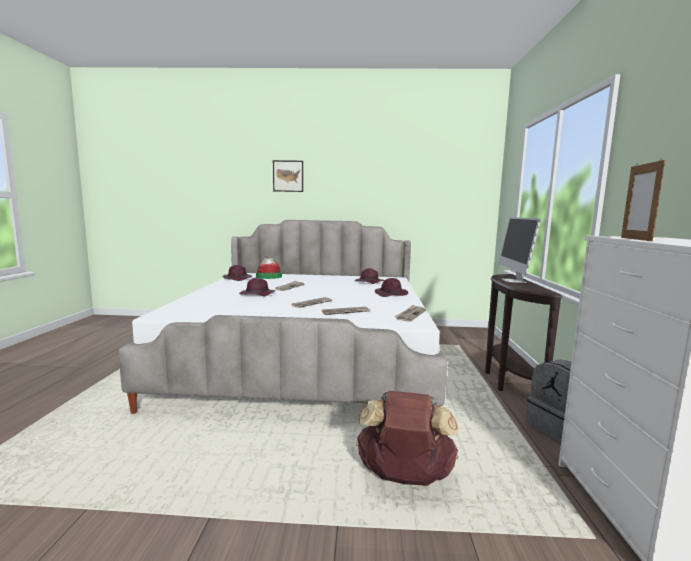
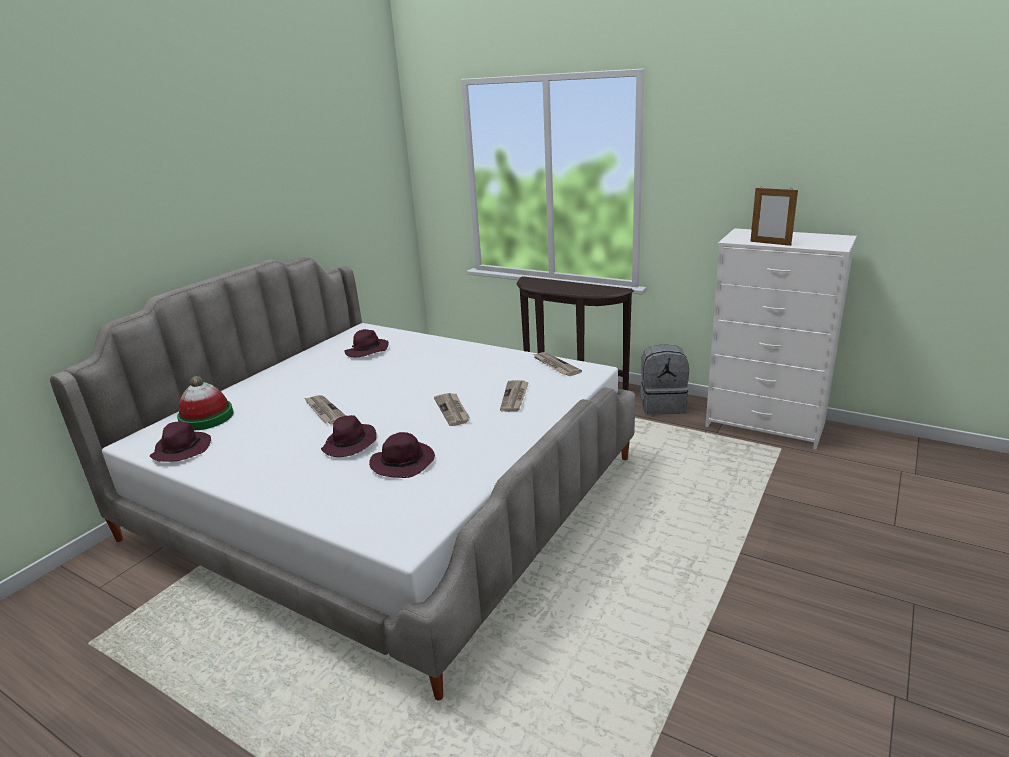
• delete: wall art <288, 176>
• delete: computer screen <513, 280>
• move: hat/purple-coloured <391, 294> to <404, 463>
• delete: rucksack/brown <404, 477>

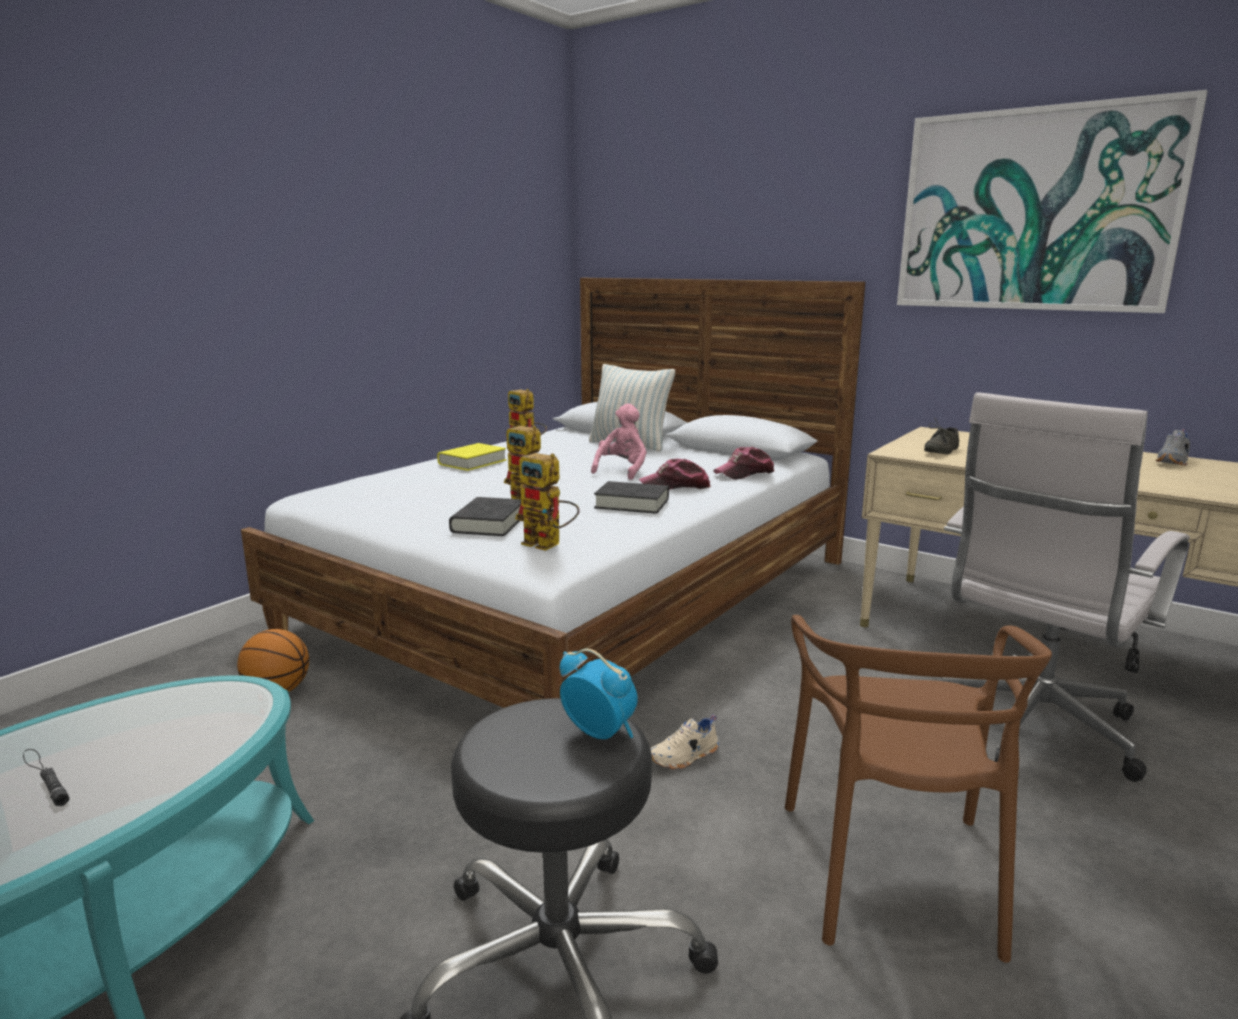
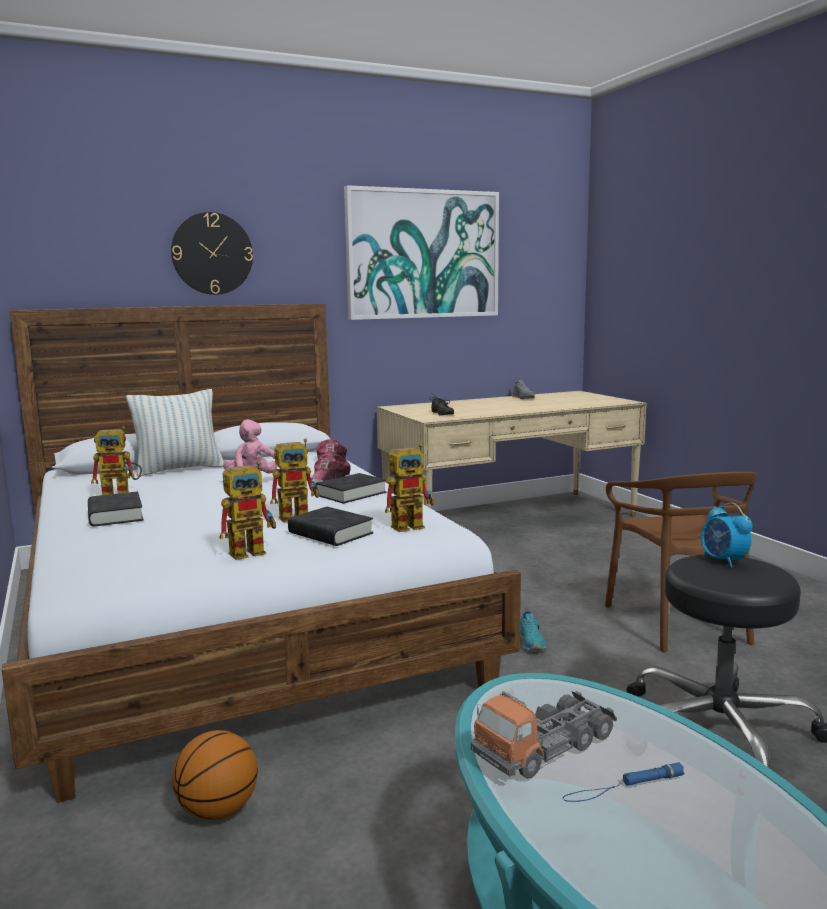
• delete: computer chair/white <1031, 731>
• recolor: volume/yellowish <472, 462> to volume/black <115, 515>
• rotate: chair/brown <892, 872> = <678, 622> 45 degrees clockwise
• rotate: bedside clock <599, 732> = <723, 561> 90 degrees counterclockwise
• recolor: item of footwear/beige-coloured <684, 757> to item of footwear/blue-green <532, 642>
• recolor: hand torch/black <44, 777> to hand torch/blue-coloured <623, 787>
• insert: wall clock <212, 253>
• insert: toy robot <254, 551>
• insert: model truck <545, 747>

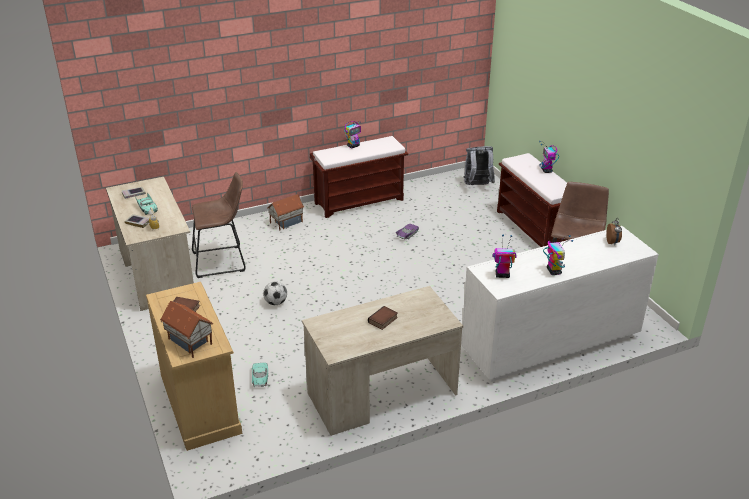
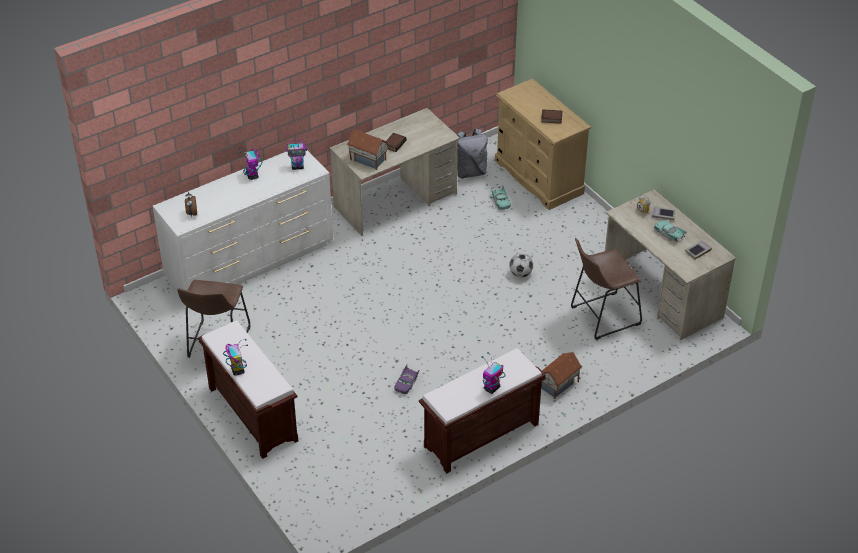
• move: rucksack/greyish <477, 185> to <470, 172>
• move: toy house <189, 342> to <368, 159>

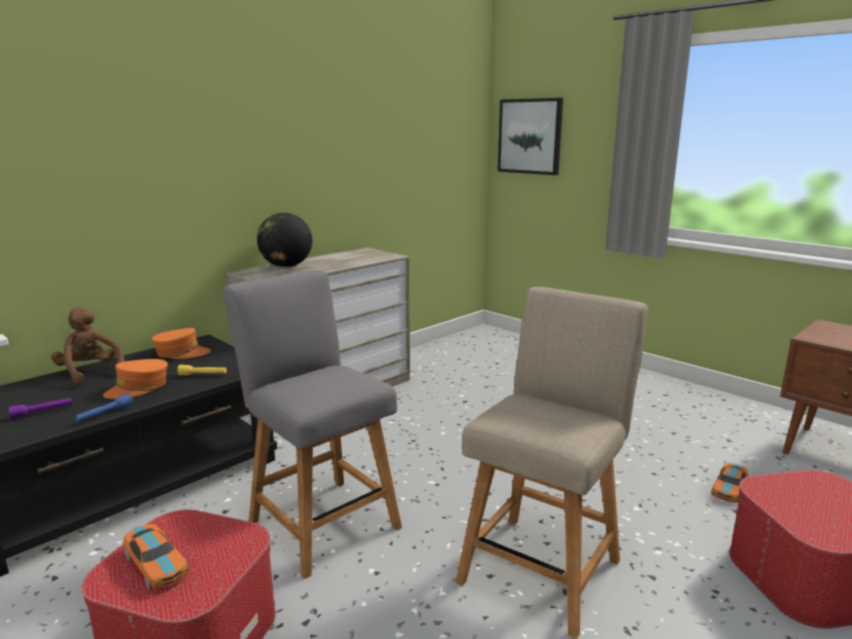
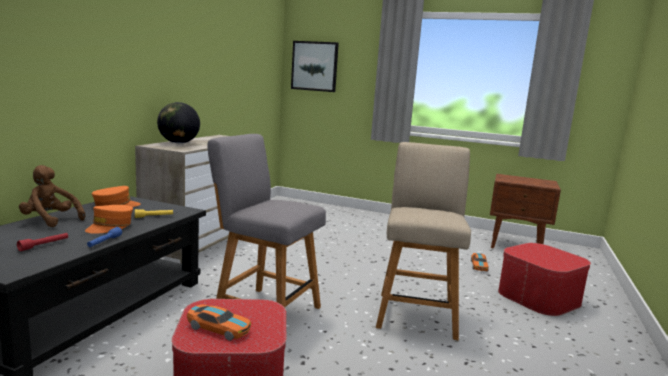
• recolor: hand torch/purple-coloured <42, 412> to hand torch/red <44, 245>

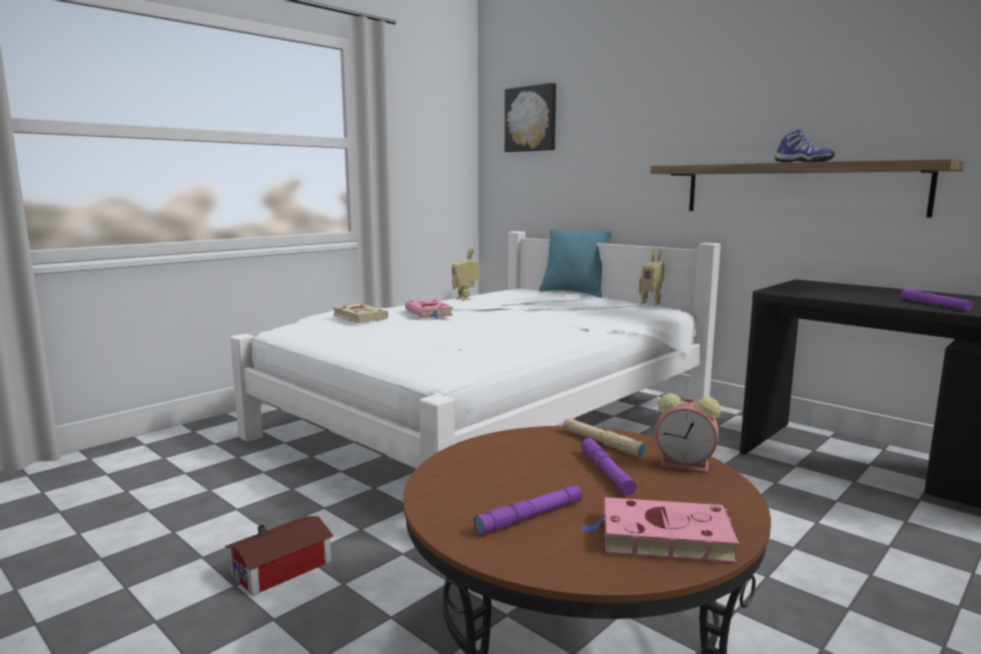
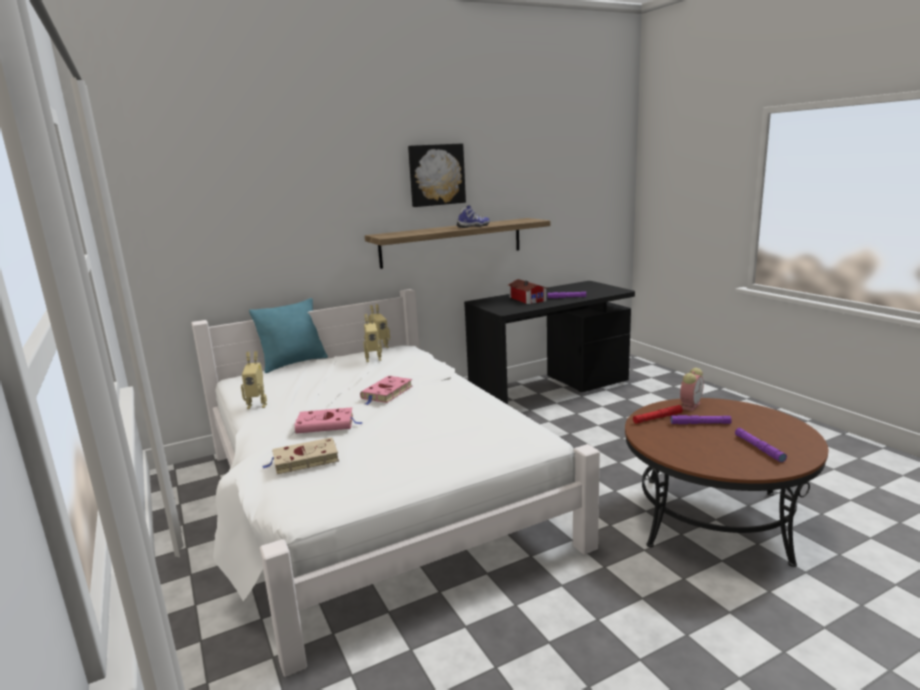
• move: wall art <531, 119> to <436, 175>
• recolor: hand torch/beige-coloured <602, 443> to hand torch/red <657, 418>
• move: volume/pink <661, 537> to <386, 393>
• move: toy house <285, 567> to <528, 299>
• insert: toy robot <373, 359>

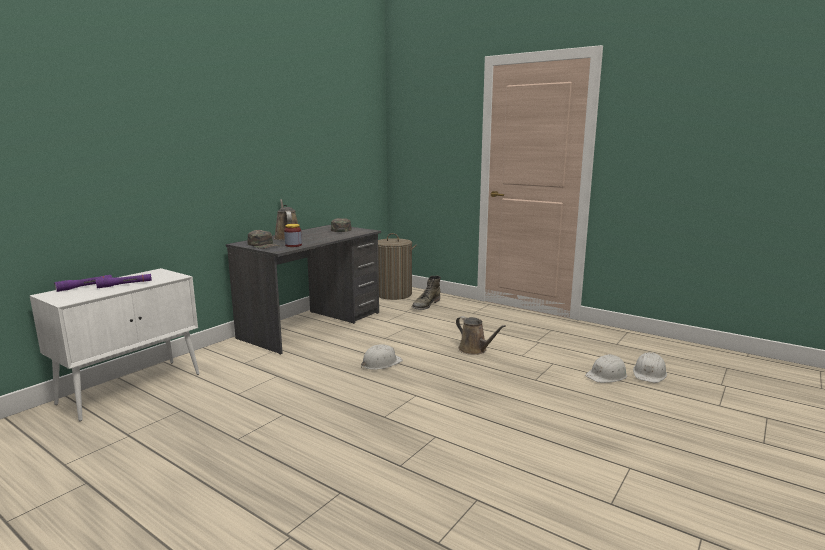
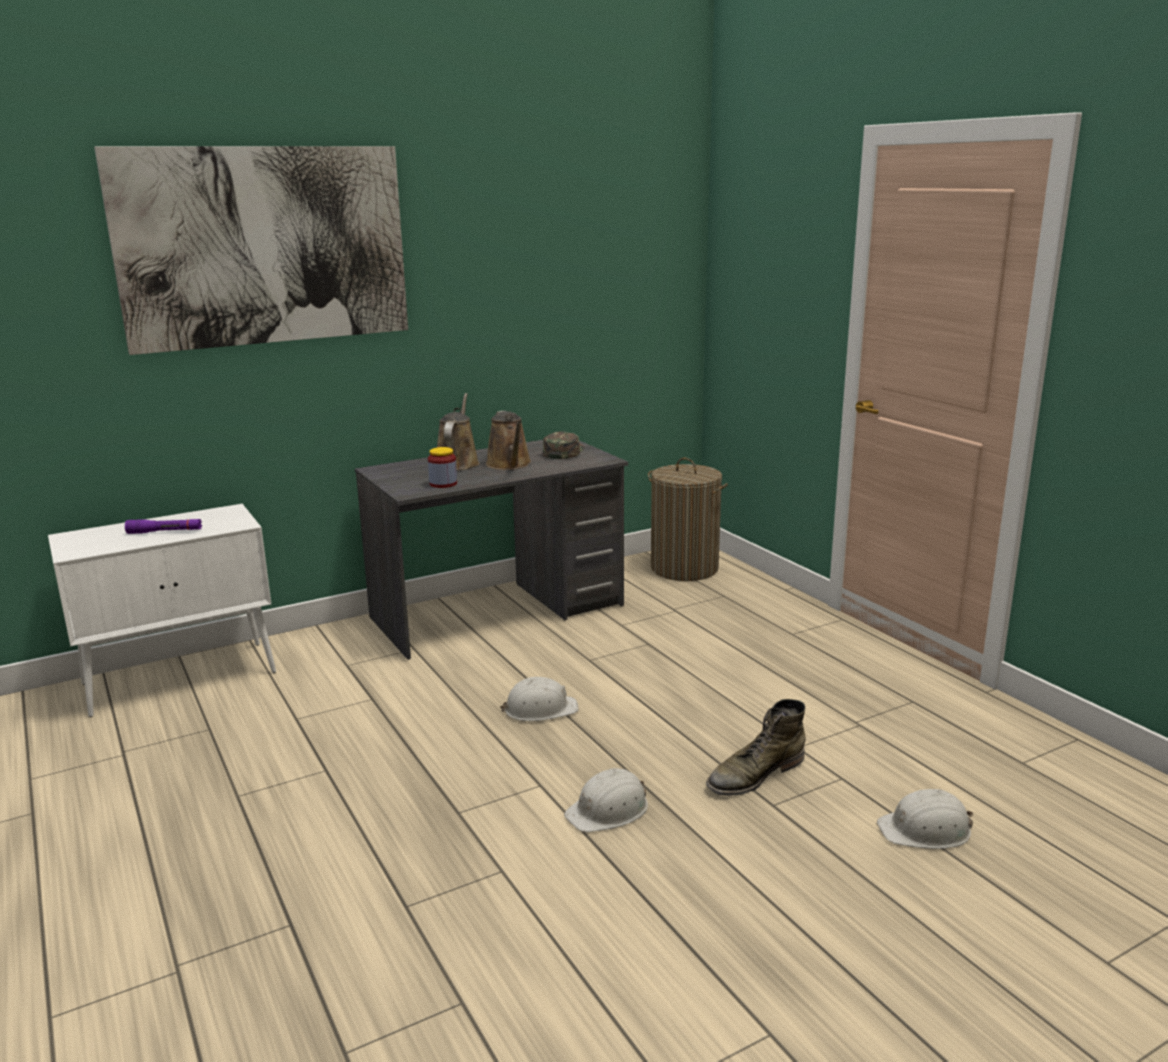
• delete: peaked cap/green-coloured <263, 245>
• delete: hand torch/purple-coloured <85, 287>
• move: boot/green-coloured <425, 305> to <754, 774>
• move: watering can/brown <474, 350> to <509, 465>
• move: safety helmet/white <649, 373> to <609, 810>
• insert: wall art <264, 246>

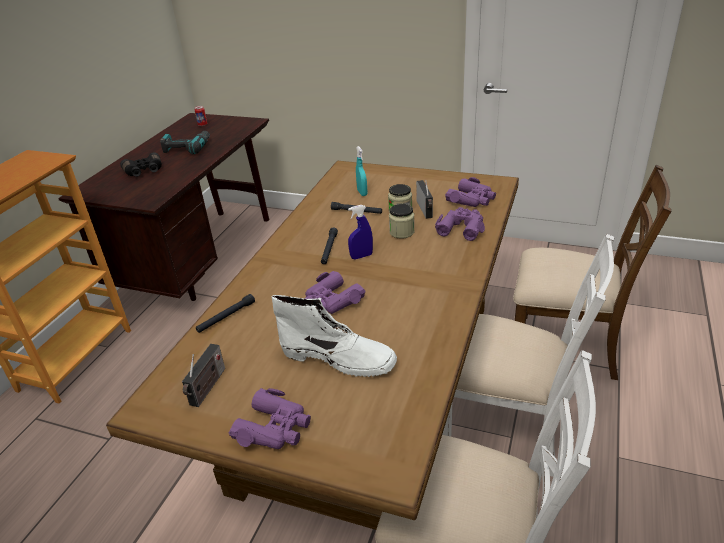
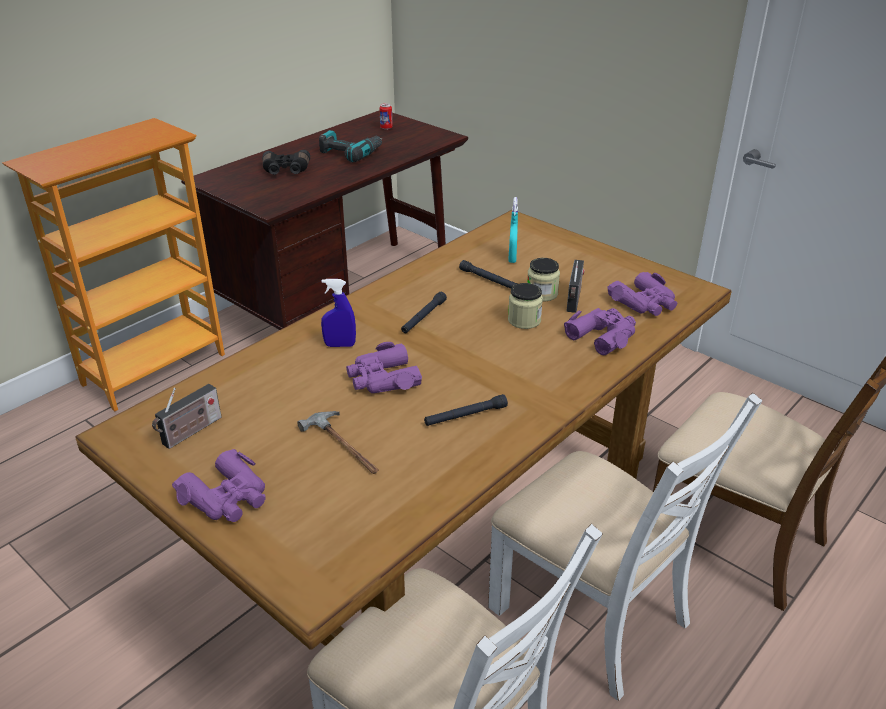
• move: hand sprayer/blue-coloured <361, 256> to <340, 345>
• move: hand torch/black <226, 317> to <465, 416>
• replace: boot/white <339, 358> to hammer <345, 446>

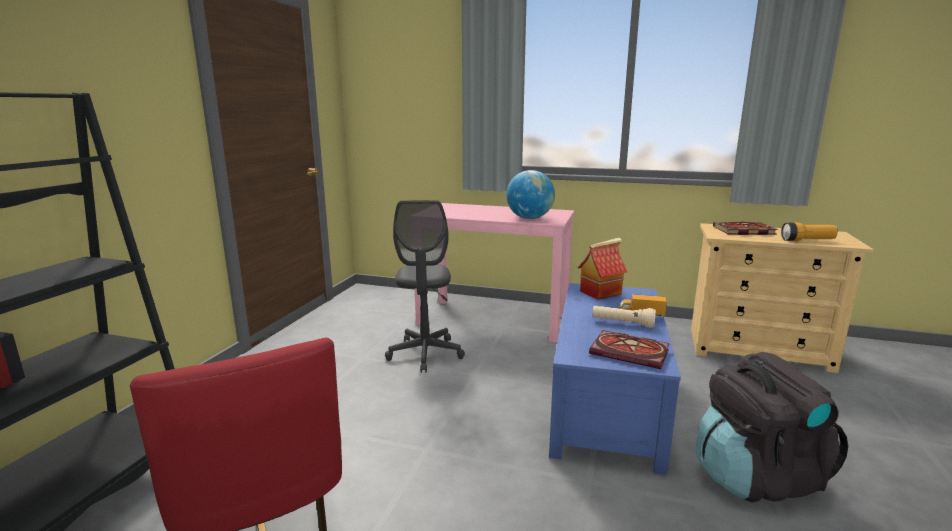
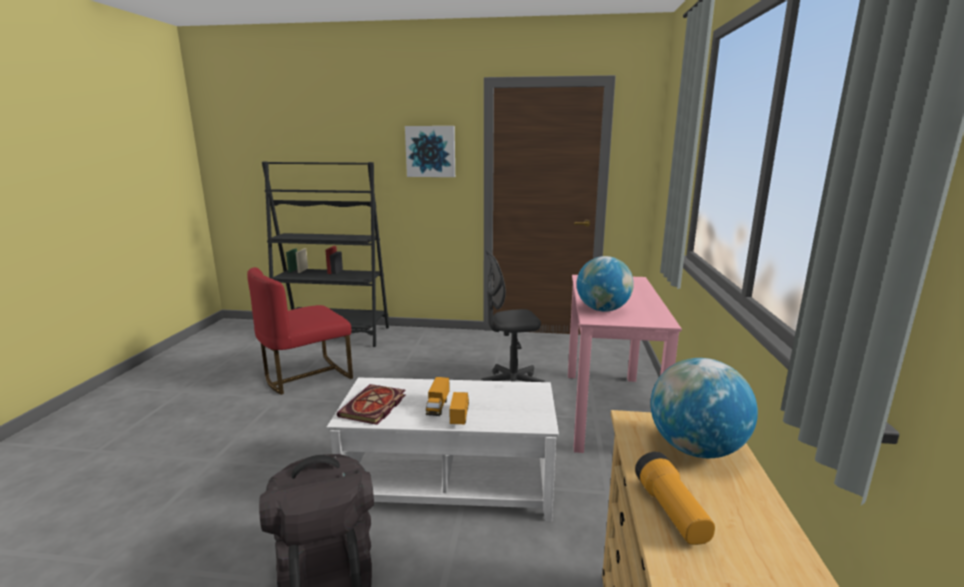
• replace: volume <743, 231> to globe <695, 449>
• delete: toy house <600, 292>
• recolor: lounge table/blue-coloured <608, 404> to lounge table/white <449, 484>
• replace: hand torch/beige-coloured <622, 323> to model truck <438, 406>
• insert: wall art <430, 151>

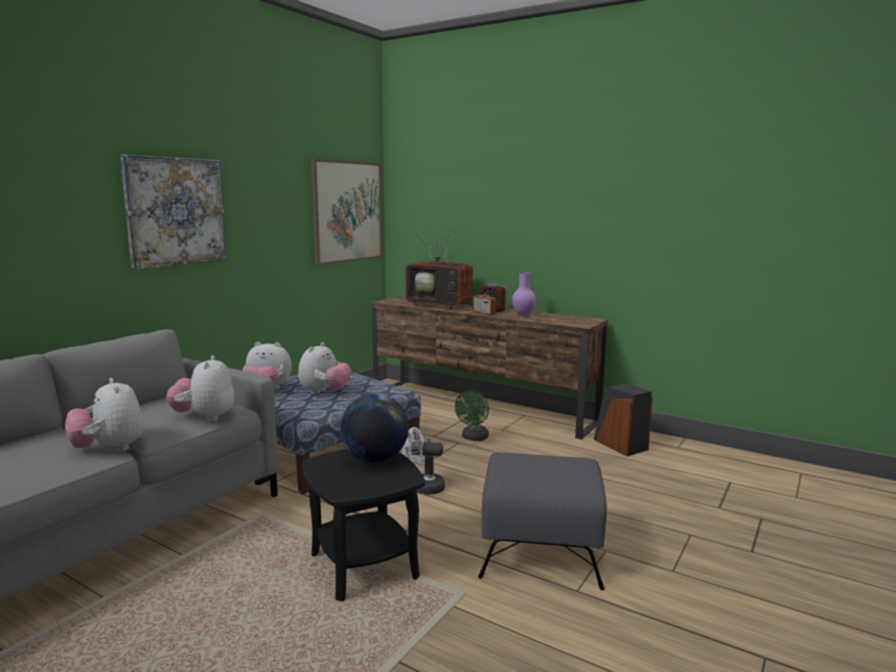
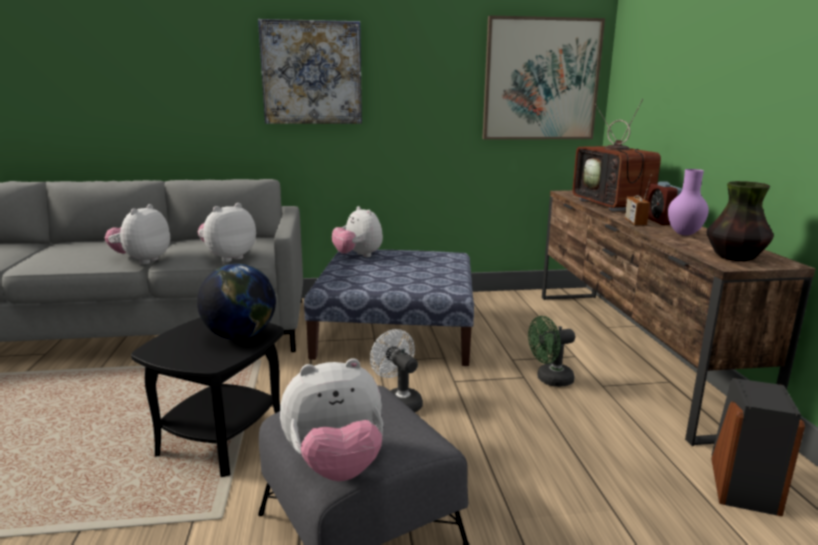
• move: cuddly toy <324, 392> to <336, 465>
• insert: vase <734, 258>

